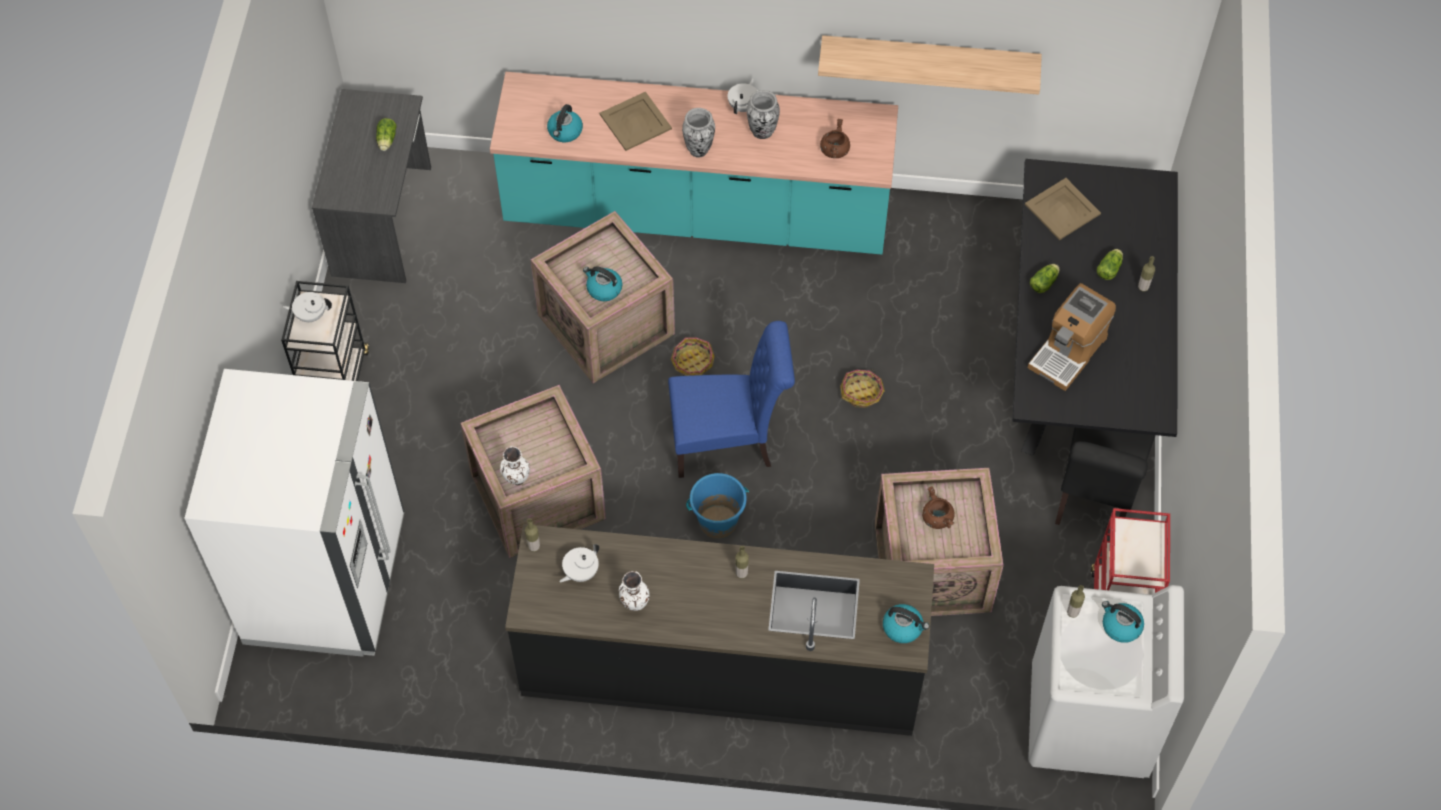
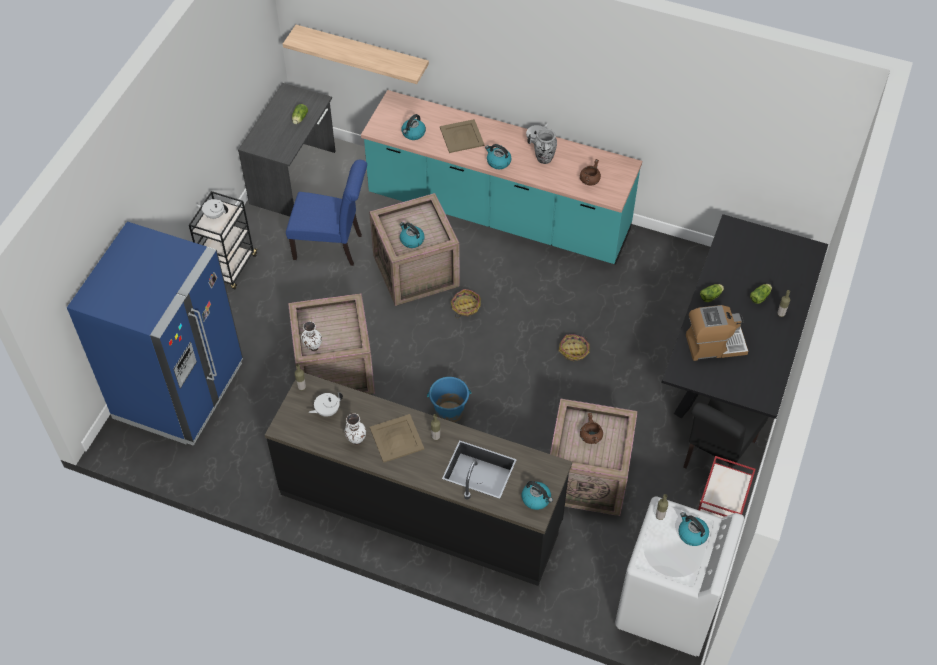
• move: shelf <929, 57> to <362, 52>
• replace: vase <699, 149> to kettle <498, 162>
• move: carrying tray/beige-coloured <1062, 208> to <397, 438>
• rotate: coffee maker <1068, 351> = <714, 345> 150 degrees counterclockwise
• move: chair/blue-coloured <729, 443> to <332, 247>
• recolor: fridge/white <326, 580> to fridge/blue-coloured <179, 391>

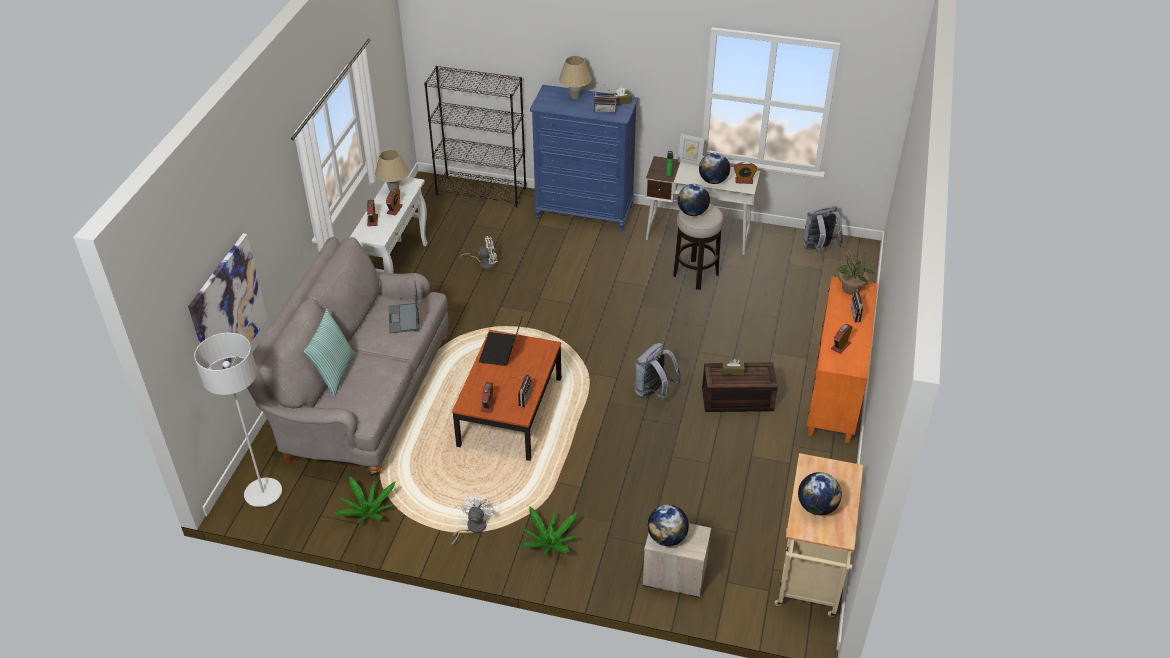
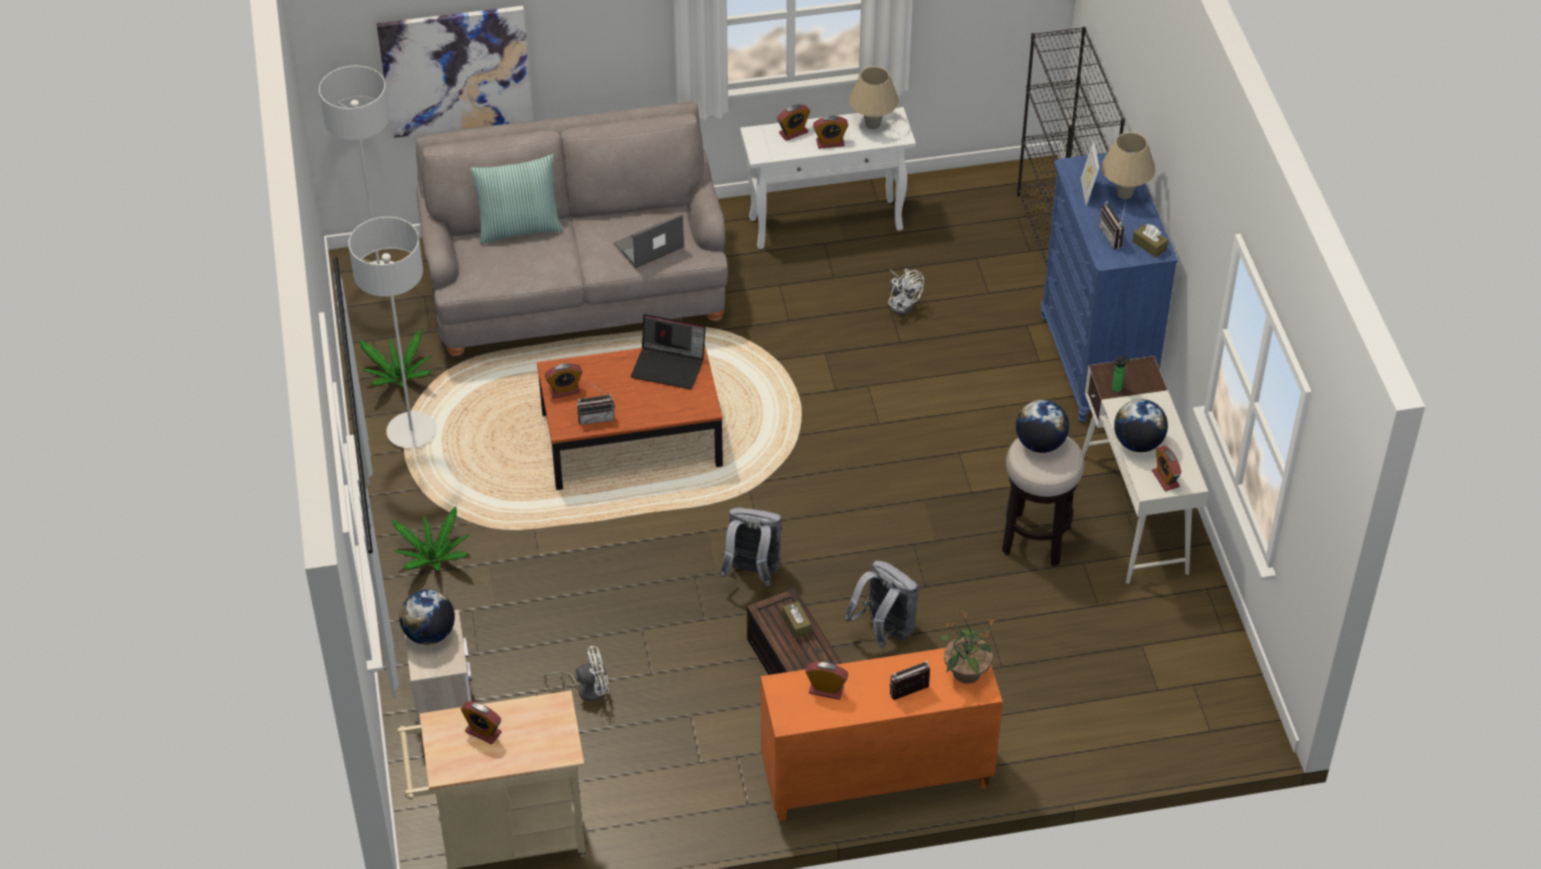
• move: picture frame <690, 163> to <1087, 192>
• move: rucksack/greyish <818, 249> to <884, 630>
• rotate: portable computer <501, 350> = <669, 366> 150 degrees counterclockwise
• replace: globe <816, 507> to bedside clock <483, 732>
• move: fan/white <472, 527> to <586, 688>
• insert: standing lamp/greyish <411, 432>

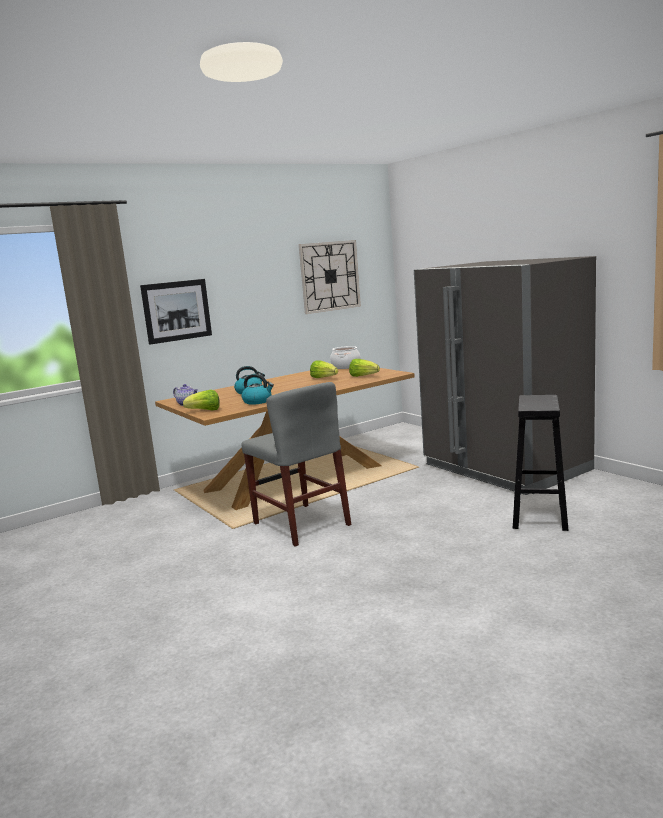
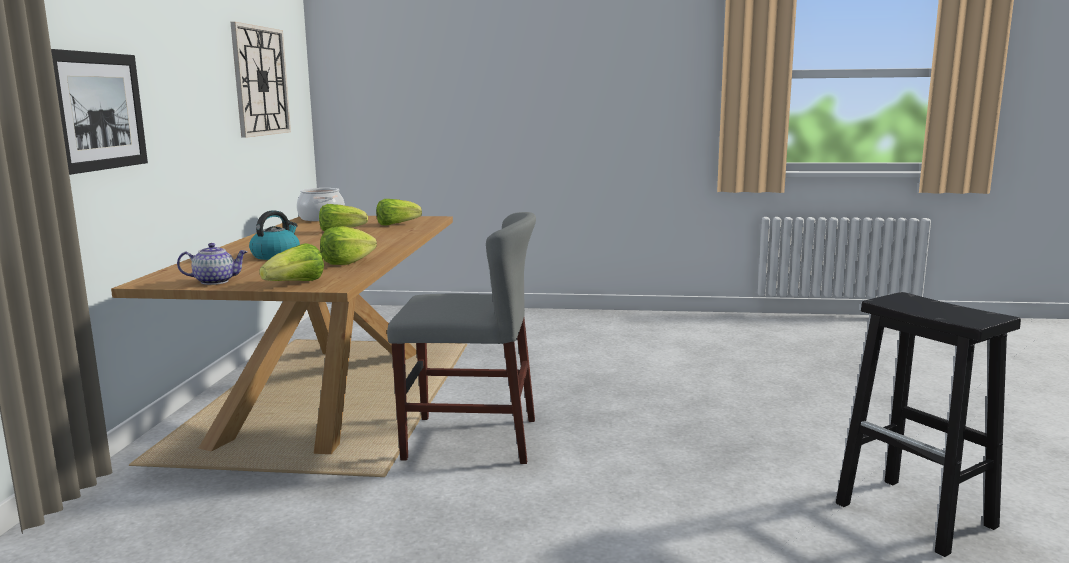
• delete: fridge/greyish <505, 468>
• replace: kettle <258, 401> to lettuce <346, 263>
• move: stool seat/black <540, 517> to <917, 516>

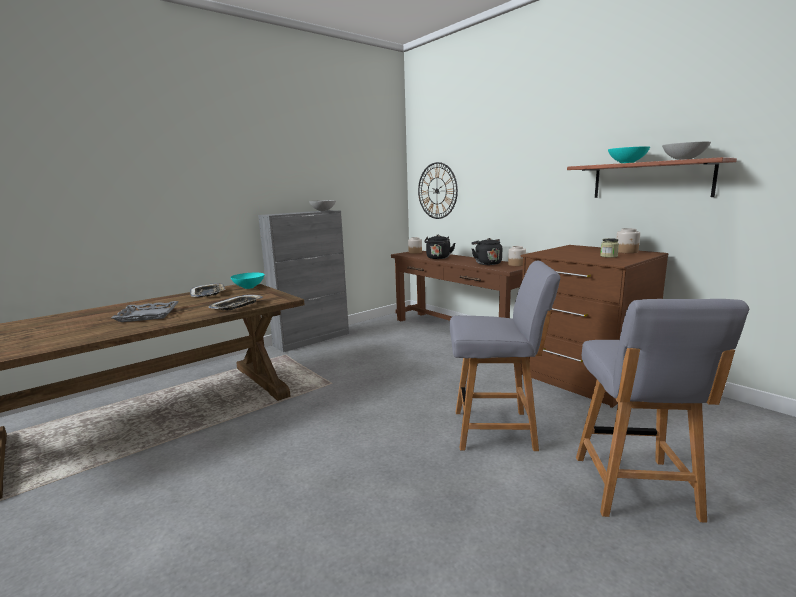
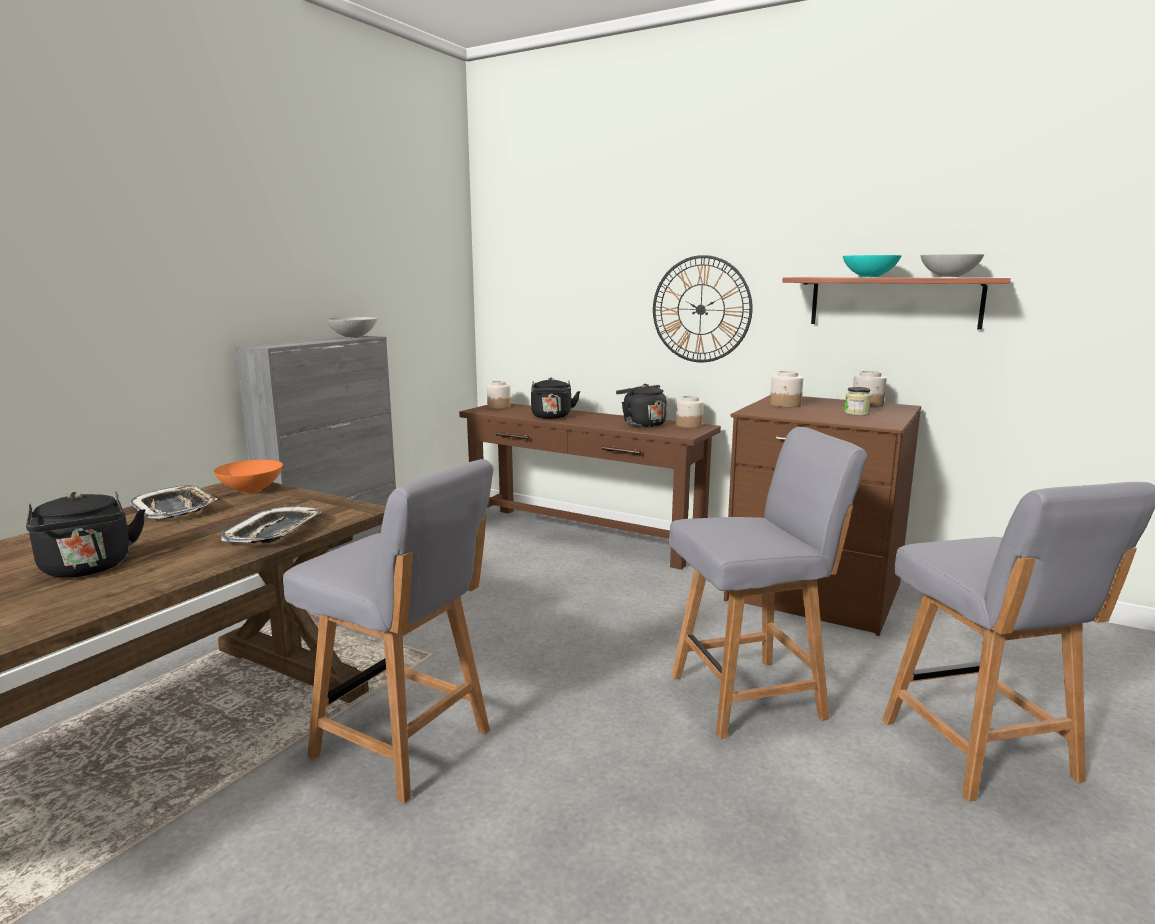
• move: wall clock <437, 191> to <701, 309>
• recolor: bowl/blue-green <248, 287> to bowl/orangey <250, 490>
• replace: carrying tray/greyish <147, 315> to kettle/black <88, 569>
• insert: preserve jar <785, 405>
• insert: chair/greyish <404, 745>

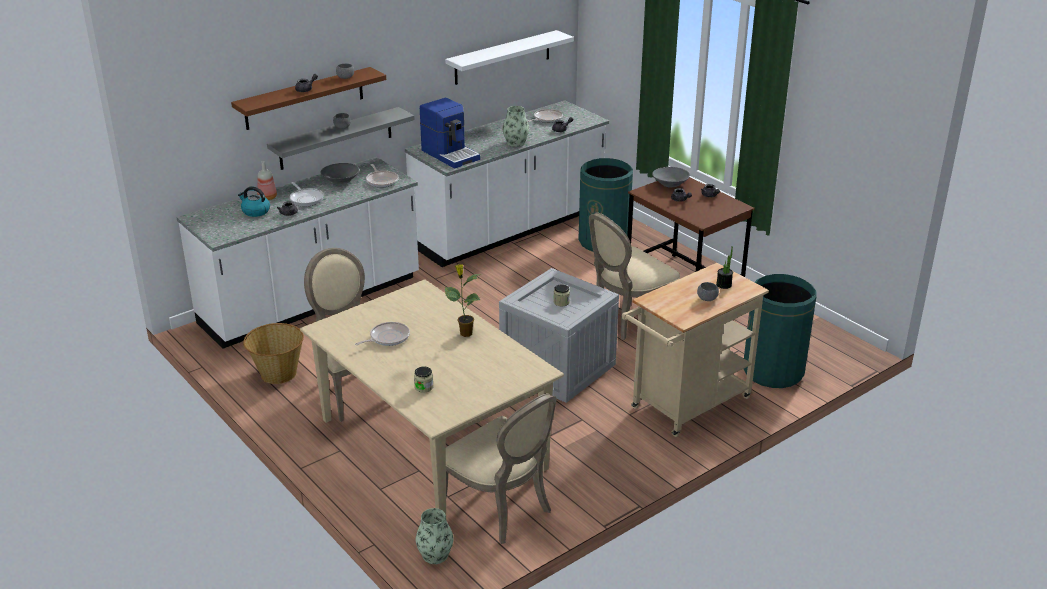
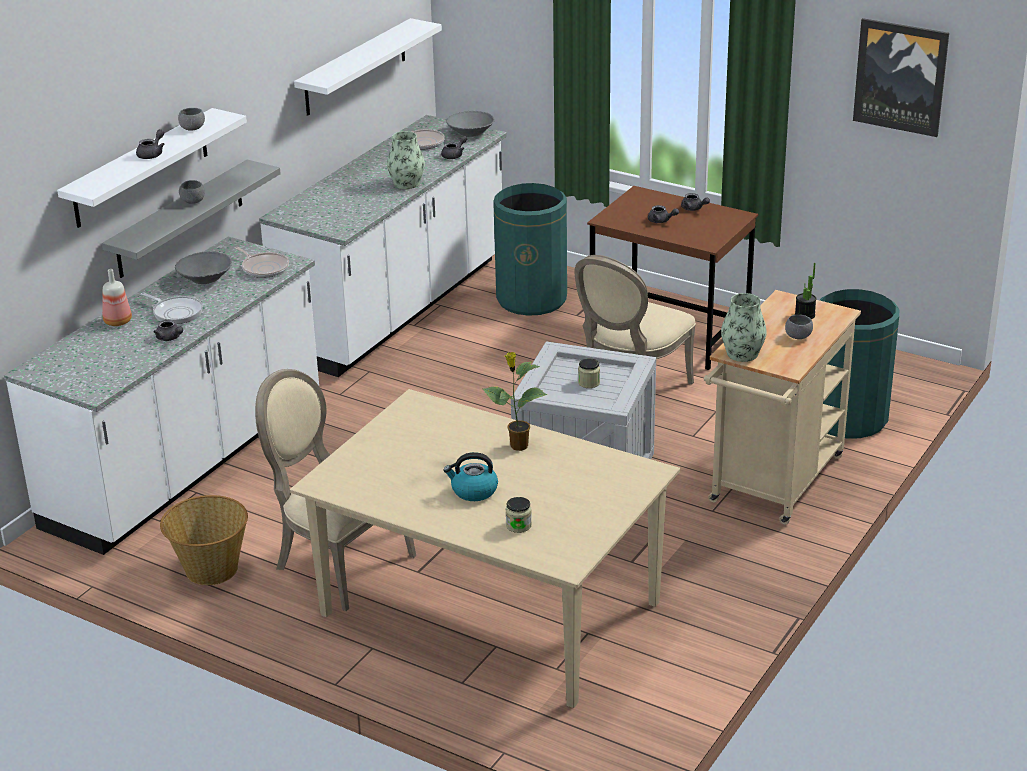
• recolor: shelf/brown <304, 98> to shelf/white <141, 168>
• delete: coffee maker <450, 154>
• move: bowl/greyish <670, 184> to <470, 133>
• move: kettle <255, 211> to <473, 491>
• delete: frying pan <387, 338>
• delete: chair/beige-coloured <501, 509>
• move: vase <435, 555> to <742, 354>
• insert: wall art <900, 76>

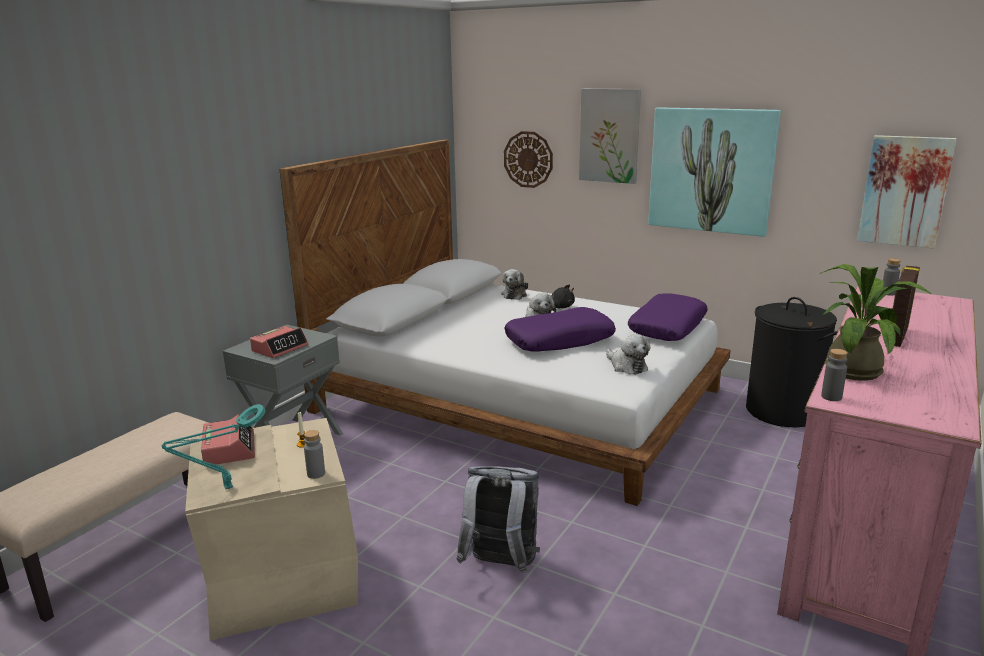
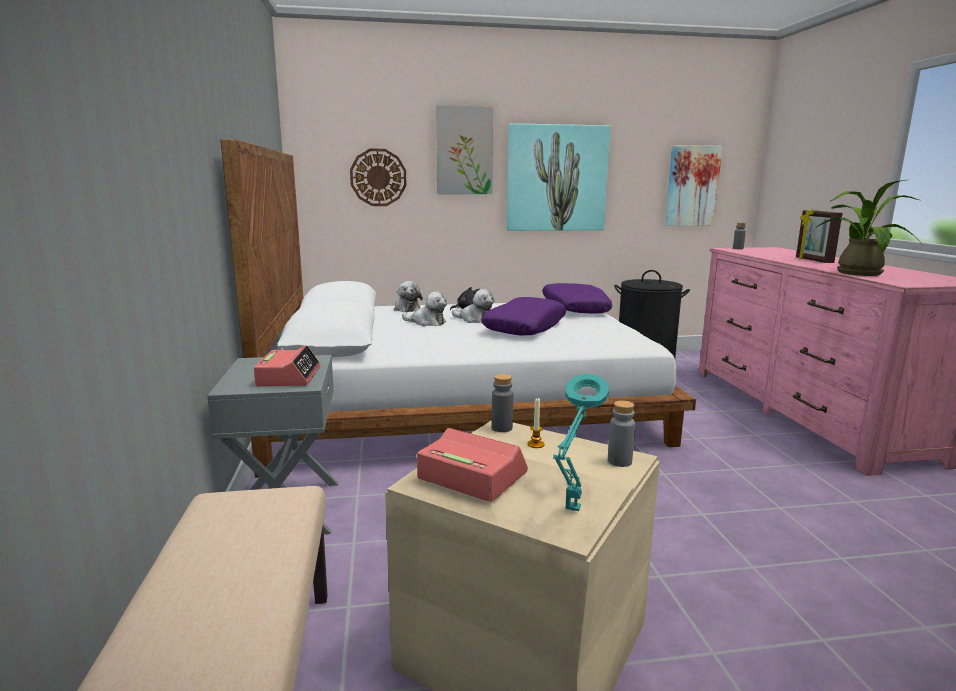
• move: cuddly toy <626, 366> to <427, 323>
• move: drink bottle/greyish <831, 397> to <502, 428>
• delete: rucksack/greyish <500, 565>

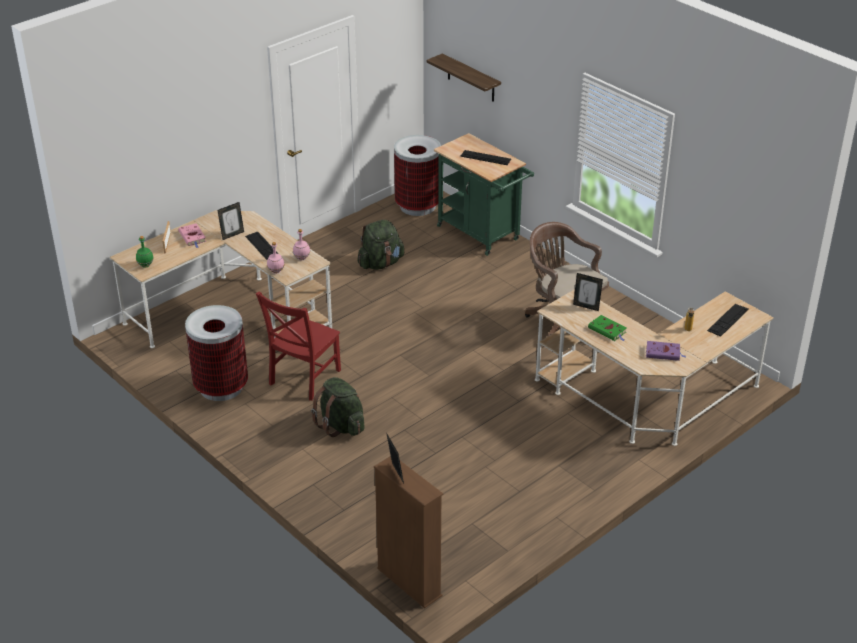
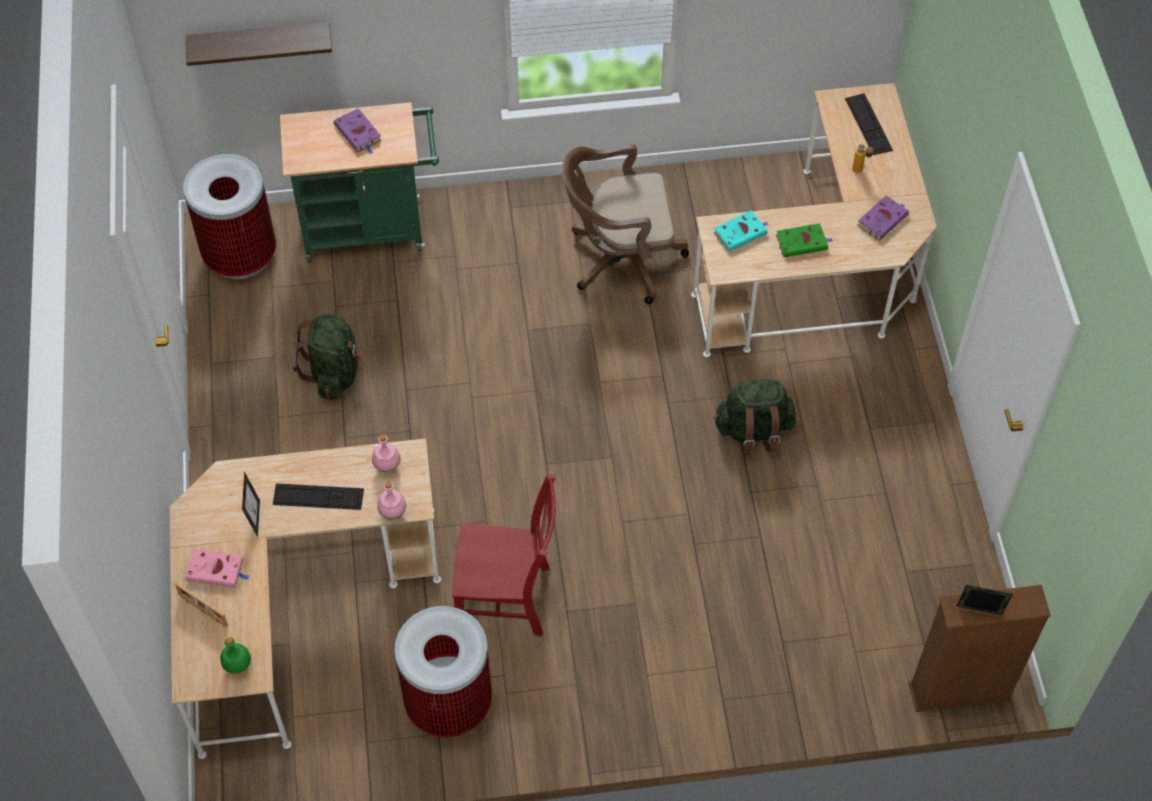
• replace: keyboard <485, 157> to volume/purple-coloured <359, 134>
• replace: picture frame <586, 306> to volume/blue-green <741, 233>
• rotate: chair/red <303, 379> = <508, 598> 60 degrees counterclockwise
• move: rucksack/green-coloured <341, 425> to <753, 431>

